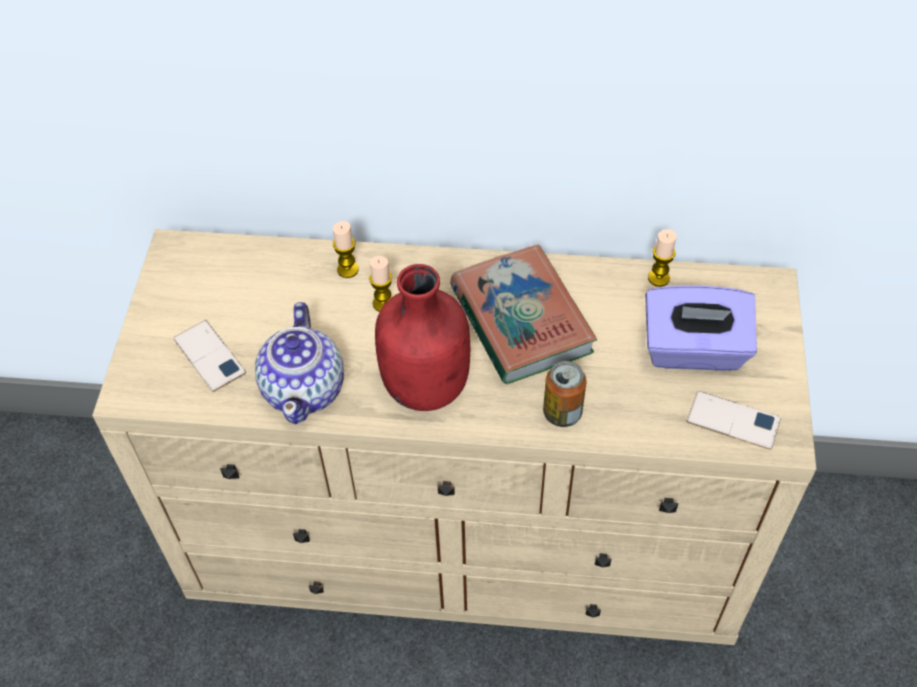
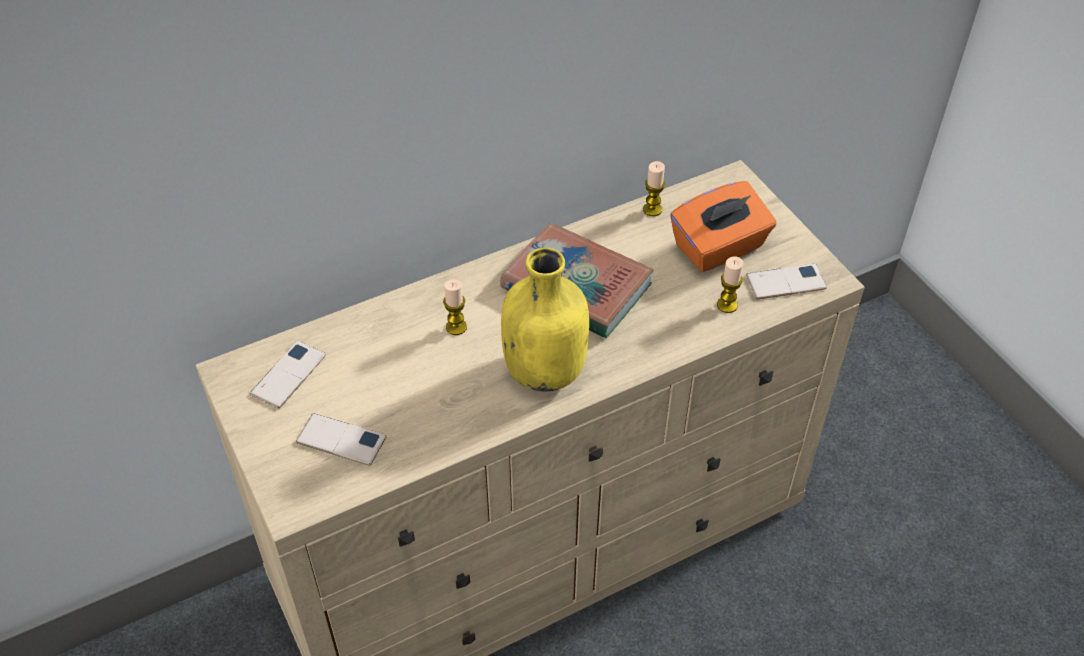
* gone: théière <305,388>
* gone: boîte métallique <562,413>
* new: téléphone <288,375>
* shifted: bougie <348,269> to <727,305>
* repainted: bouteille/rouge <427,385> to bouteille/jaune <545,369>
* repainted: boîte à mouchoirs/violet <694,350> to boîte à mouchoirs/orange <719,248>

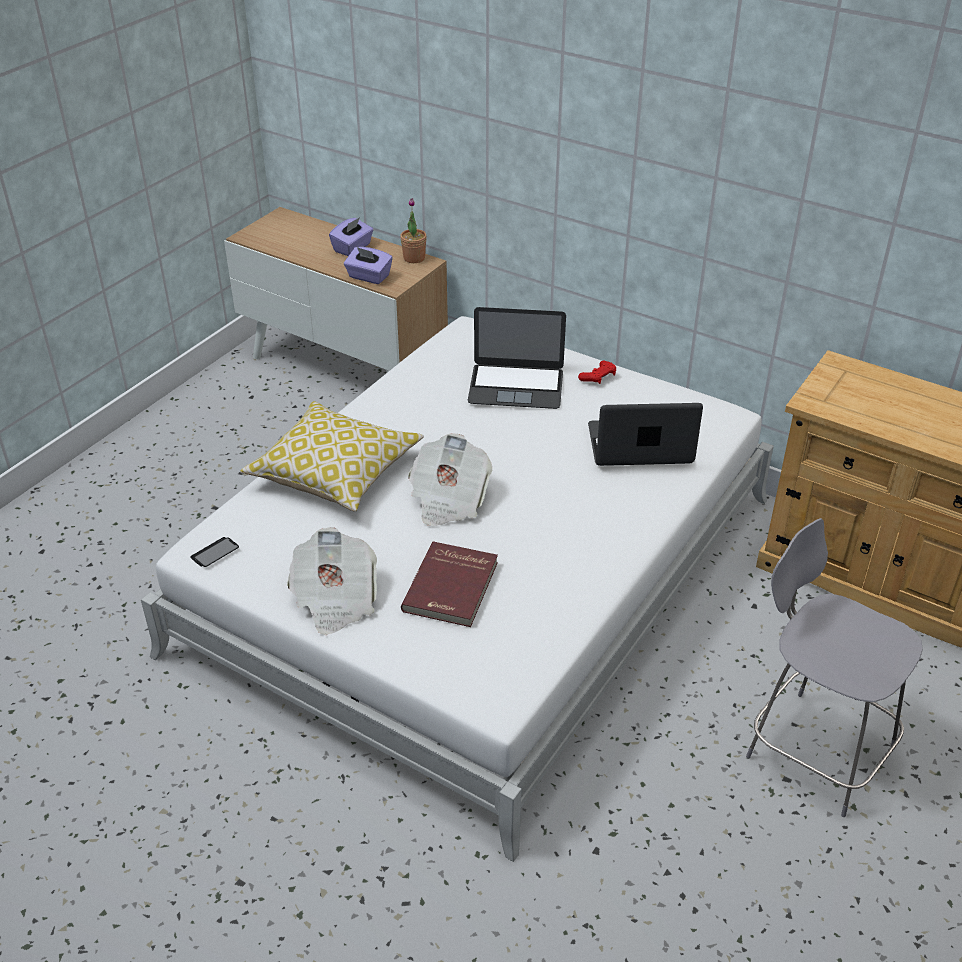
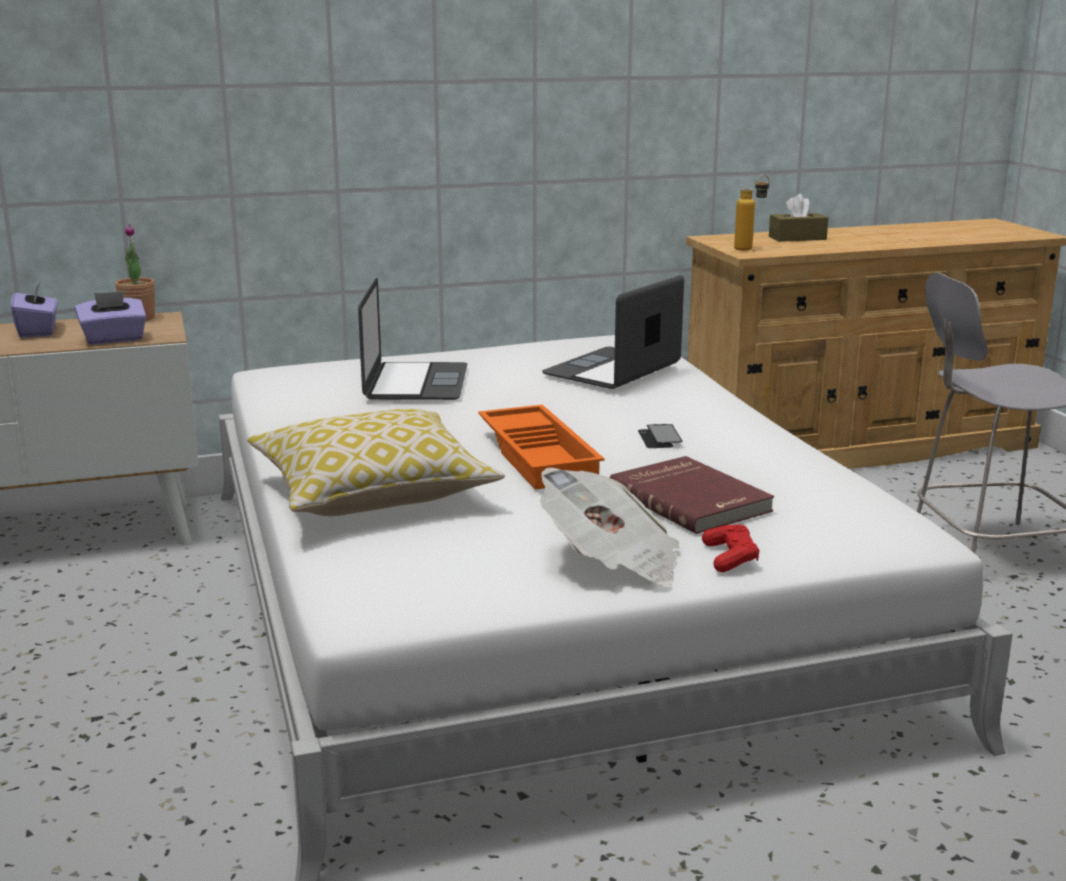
* new: bouteille <750,248>
* new: boîte à mouchoirs/marron <797,238>
* shifted: téléphone <215,553> to <659,438>
* shifted: manette/rouge <598,377> to <730,558>
* swapped: journal <448,499> to plateau/orange <541,456>
* rotated: ordinateur portable <516,386> = <416,382> 45 degrees counterclockwise

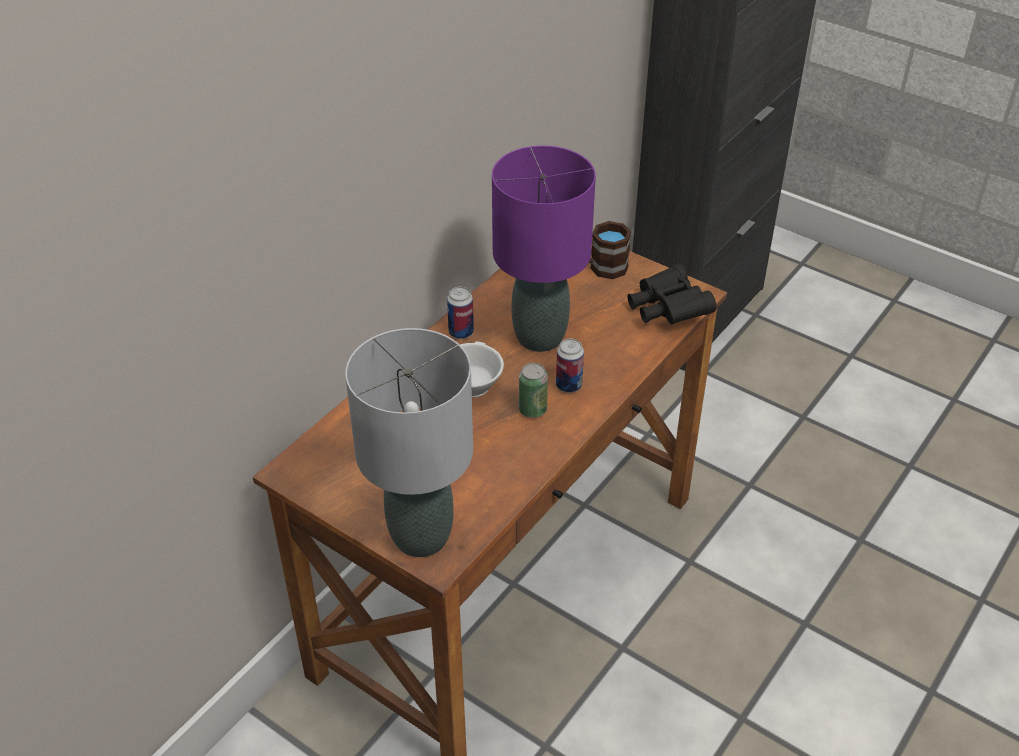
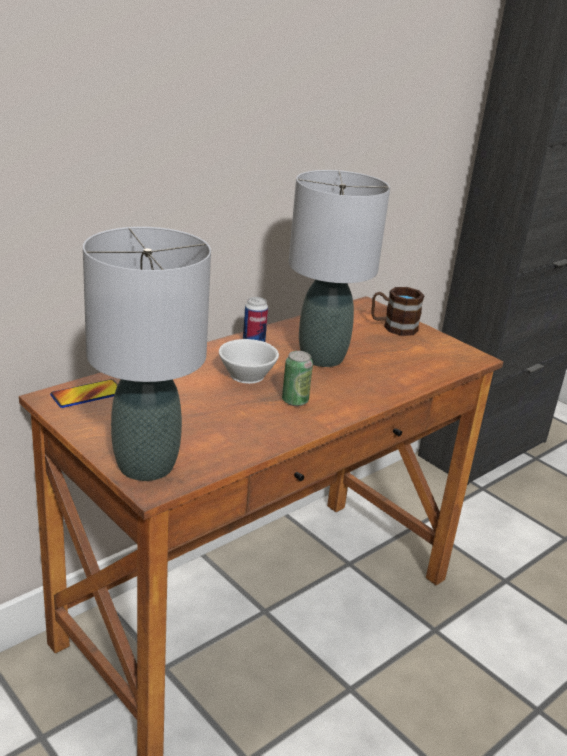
* gone: boîte métallique <568,385>
* gone: jumelles/noir <667,310>
* new: téléphone <87,395>
* repainted: lampe de table/violet <539,336> to lampe de table/gris <321,357>

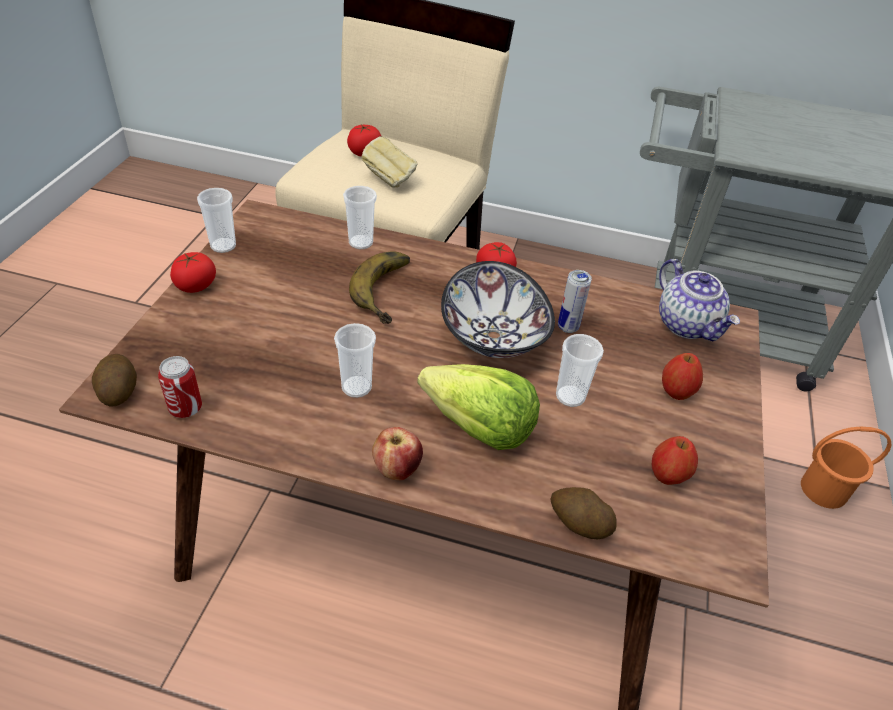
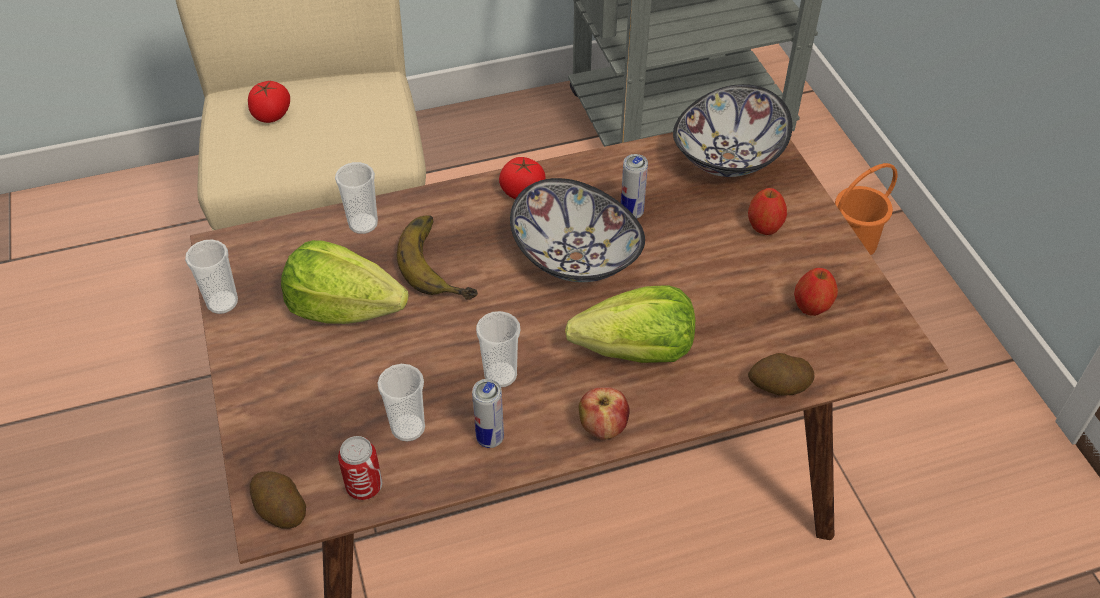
* gone: tomate <196,286>
* gone: pain <389,179>
* new: laitue <344,308>
* new: boîte métallique <490,438>
* shifted: tasse <570,396> to <408,428>
* swapped: théière <687,325> to bol <727,156>

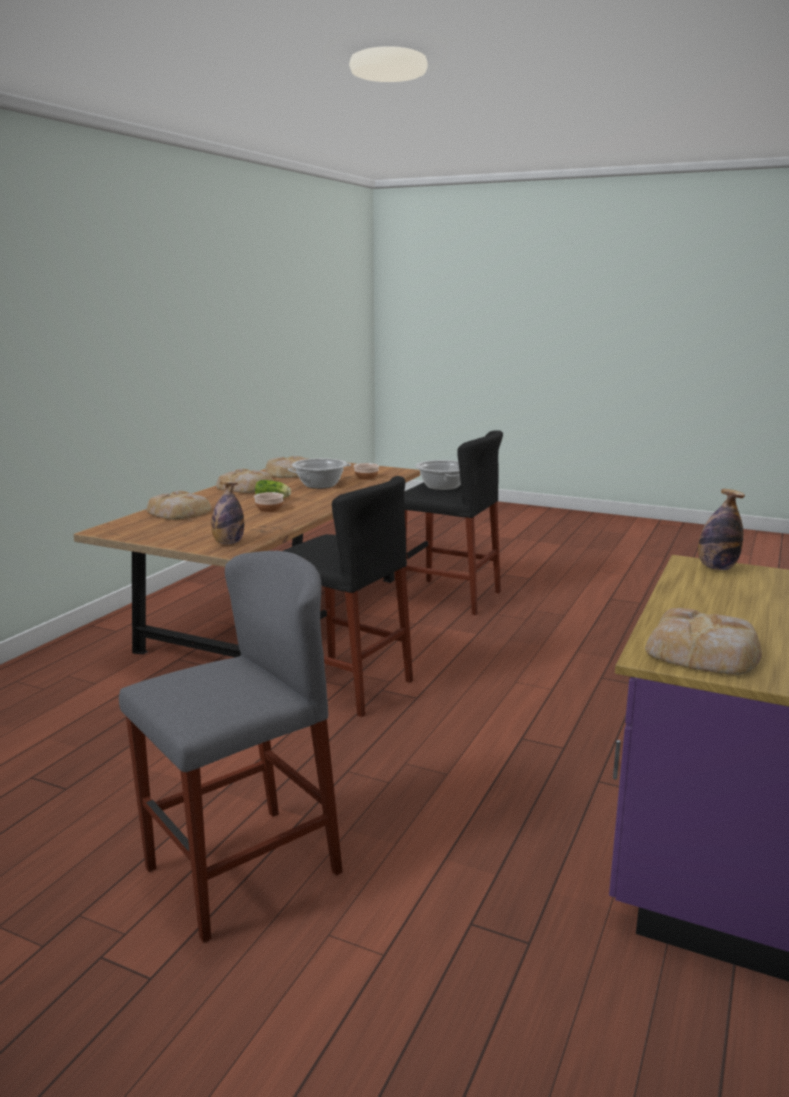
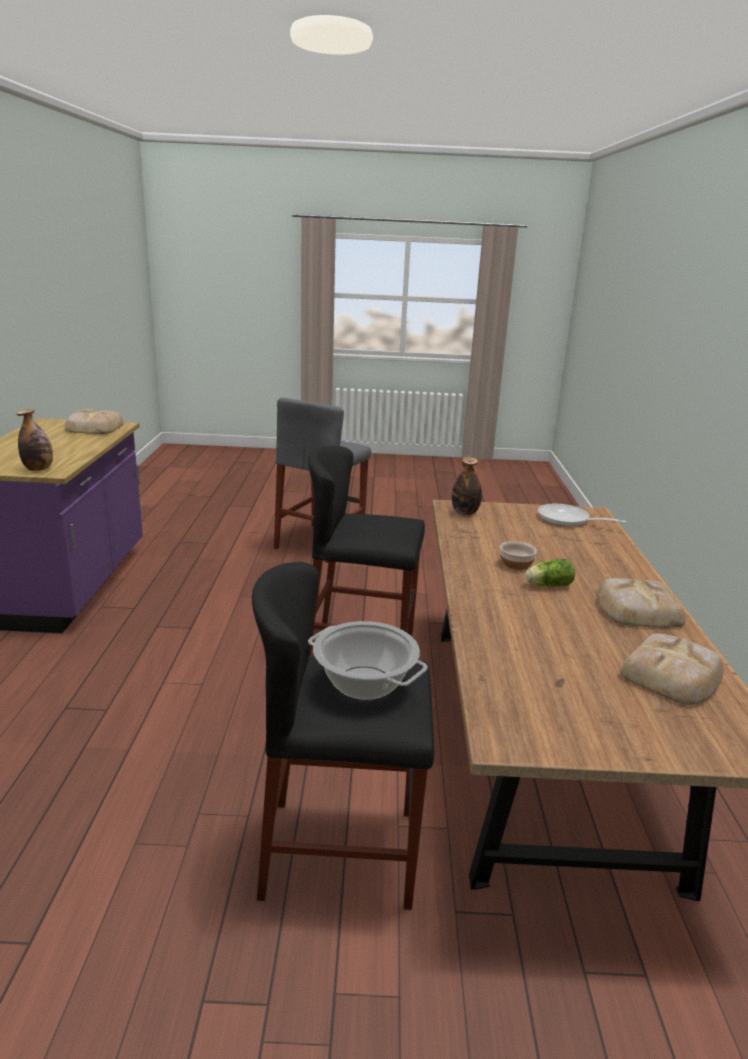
* gone: pain <179,512>
* gone: marmite <320,485>
* gone: bol <366,477>
* new: poêle <567,520>

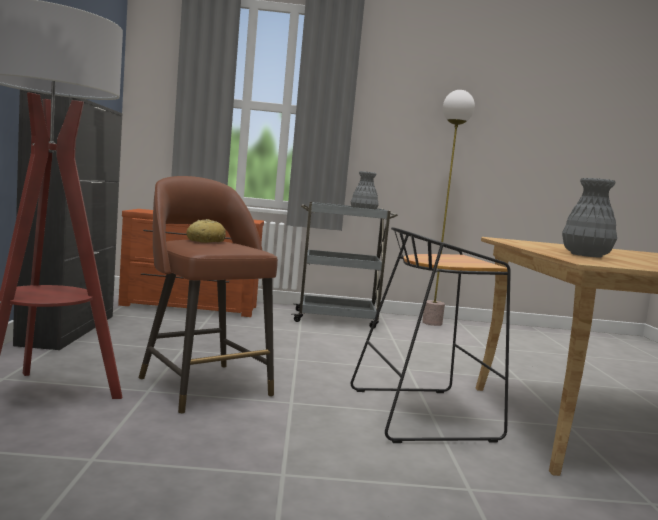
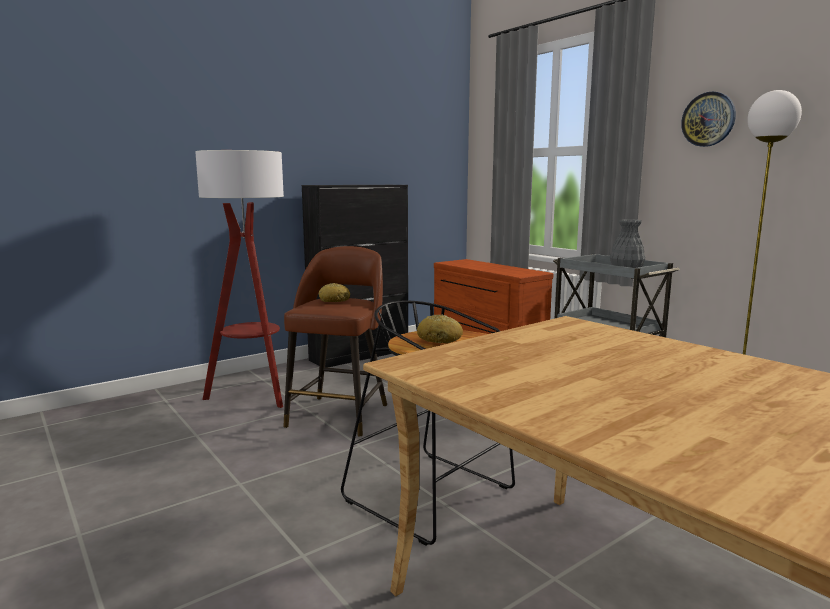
* gone: vase/gris <586,255>
* new: pain <440,339>
* new: horloge murale <708,119>

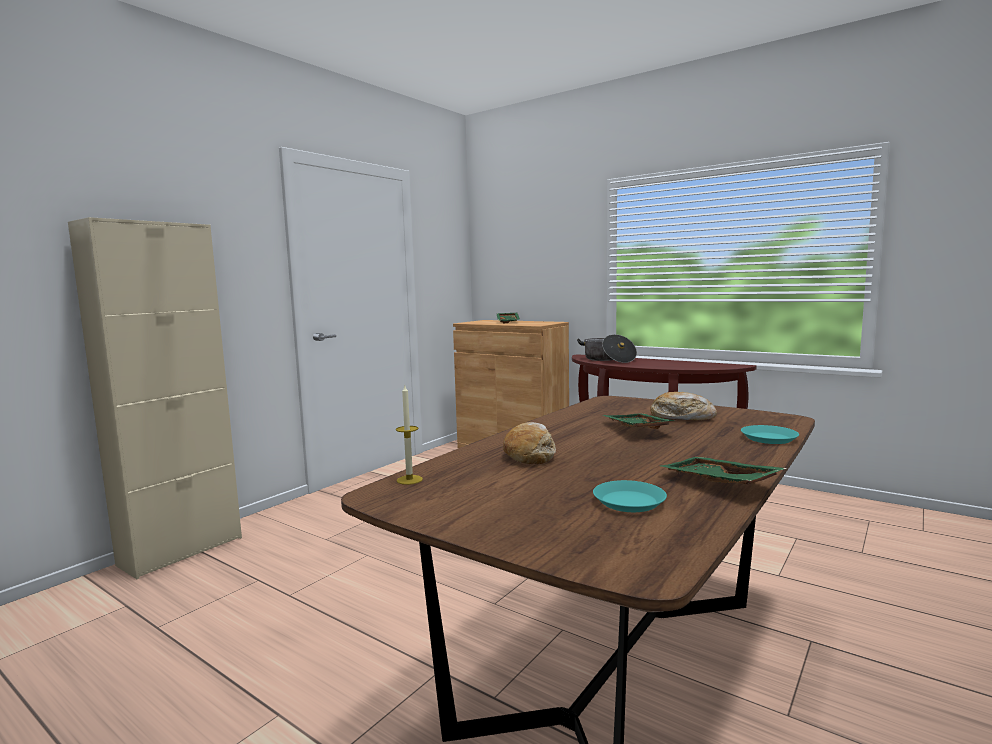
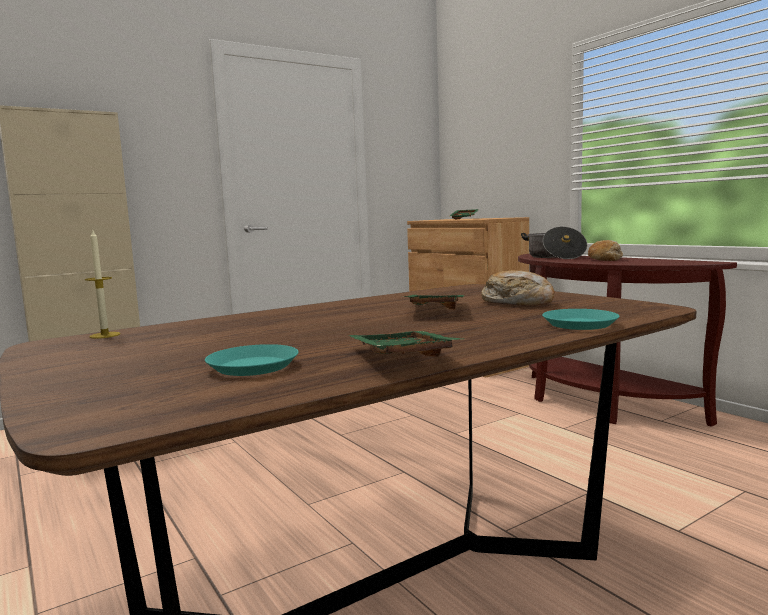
* shifted: pain <530,454> to <605,259>

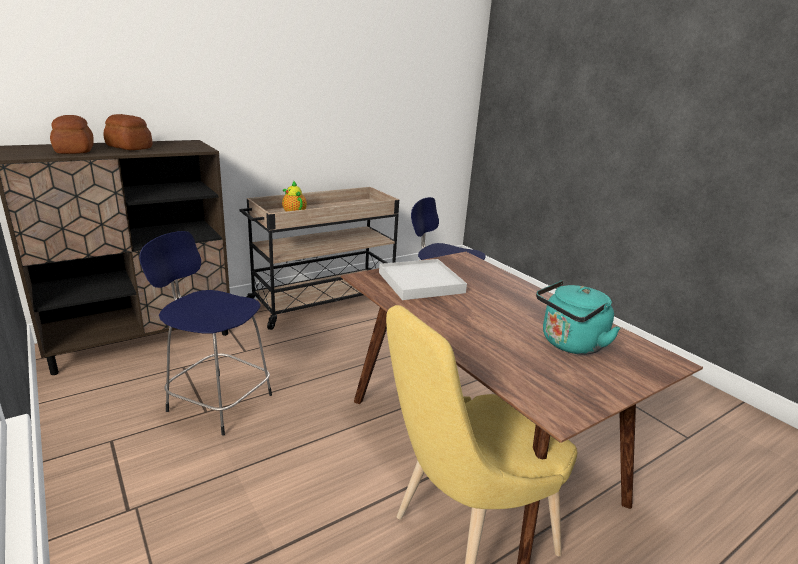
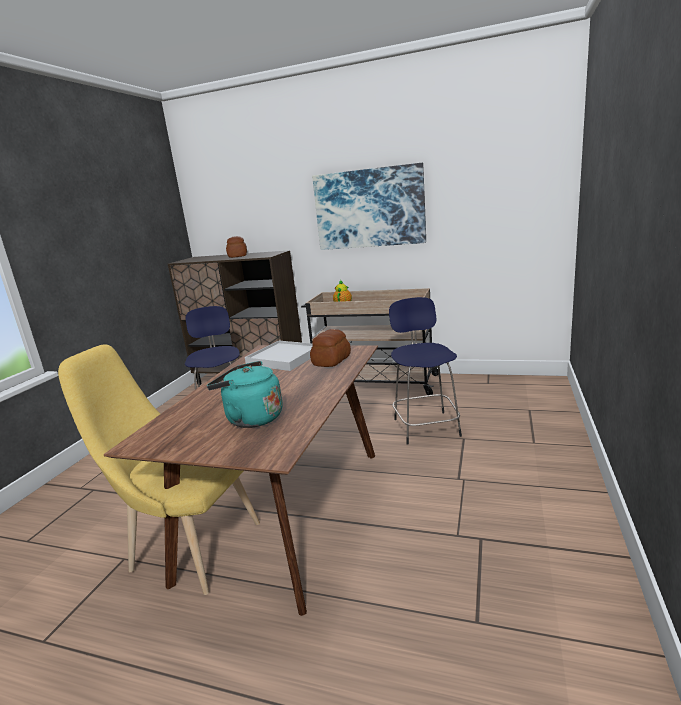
* new: tableau <369,208>
* shifted: pain <74,150> to <330,361>

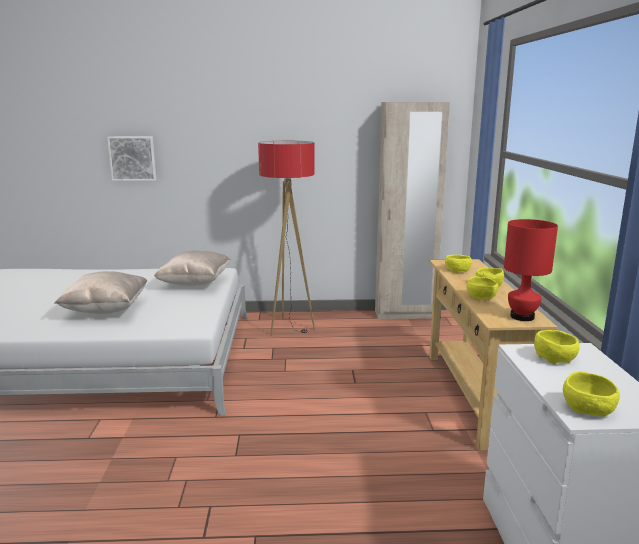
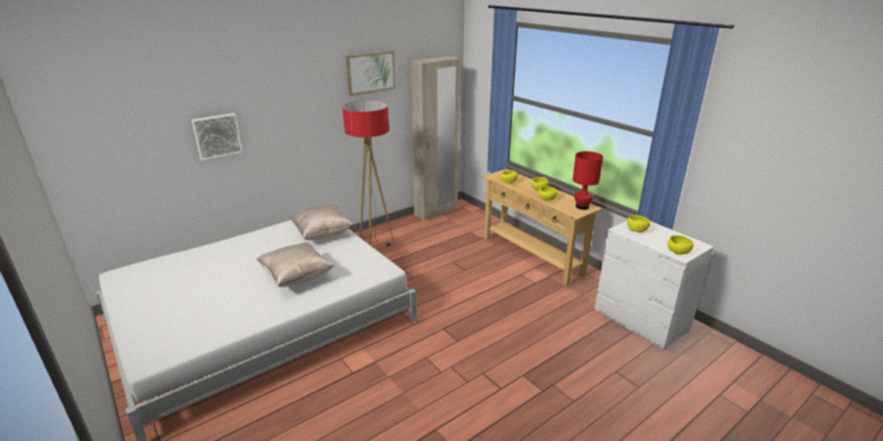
* new: tableau <370,72>

